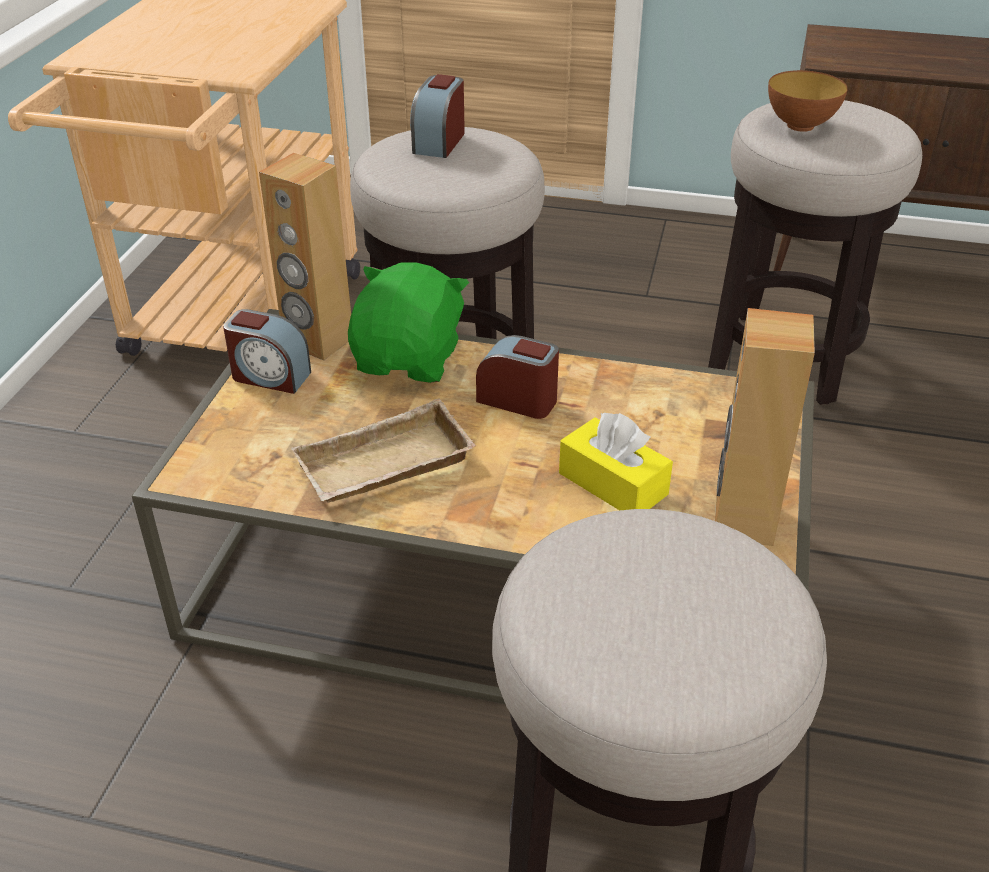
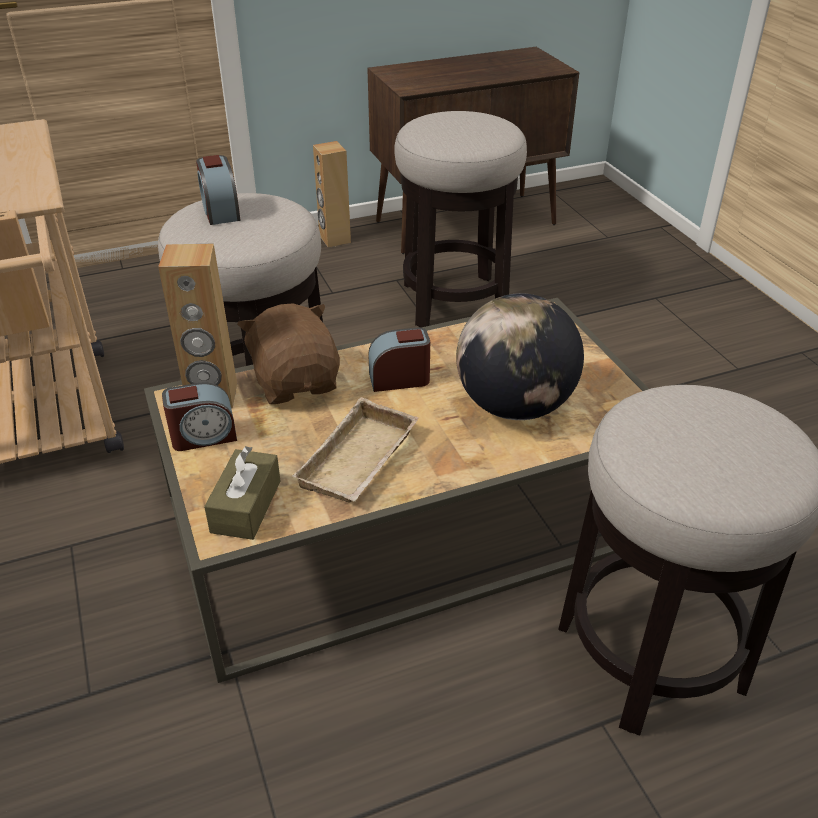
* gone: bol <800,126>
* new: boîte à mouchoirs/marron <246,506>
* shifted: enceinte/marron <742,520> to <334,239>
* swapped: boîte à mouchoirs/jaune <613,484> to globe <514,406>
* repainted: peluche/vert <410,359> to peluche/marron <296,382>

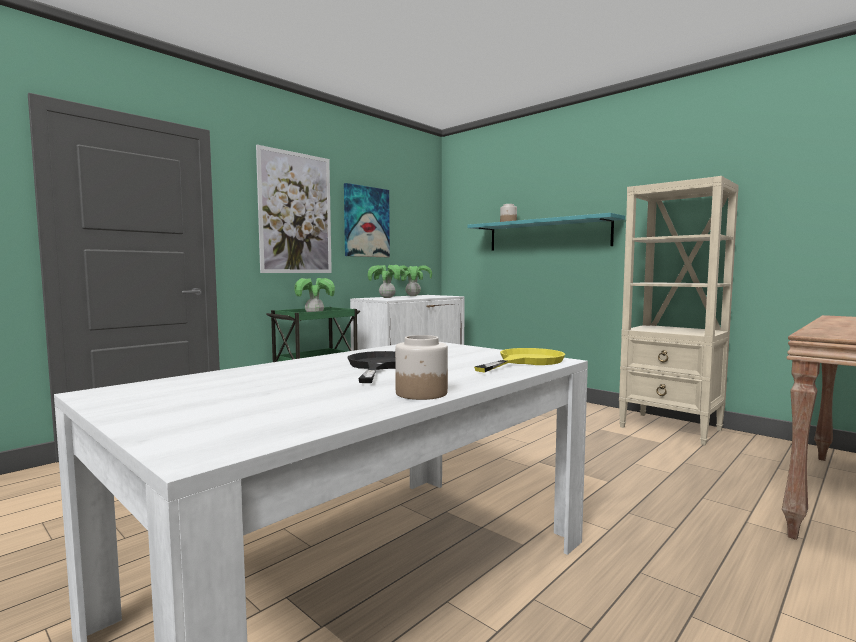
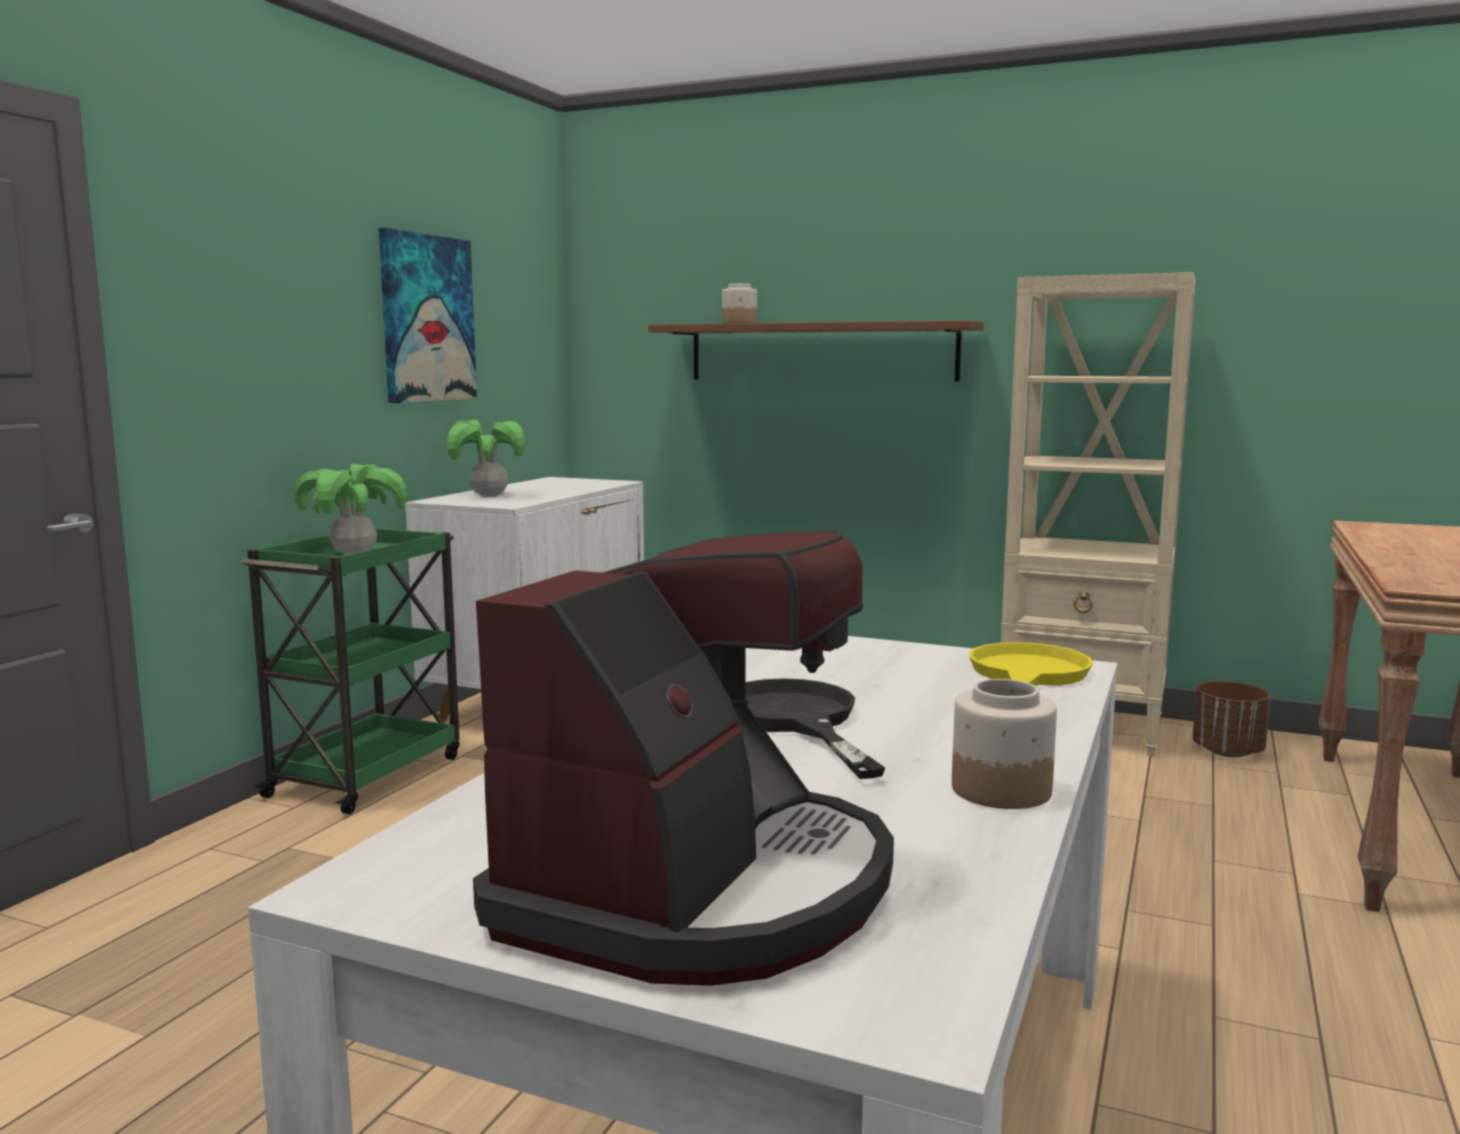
* gone: tableau <295,213>
* gone: plante en pot <413,296>
* new: machine à café <700,889>
* new: cache-pot/marron <1228,752>
* repainted: étagère/turquoise <547,235> to étagère/marron <821,352>

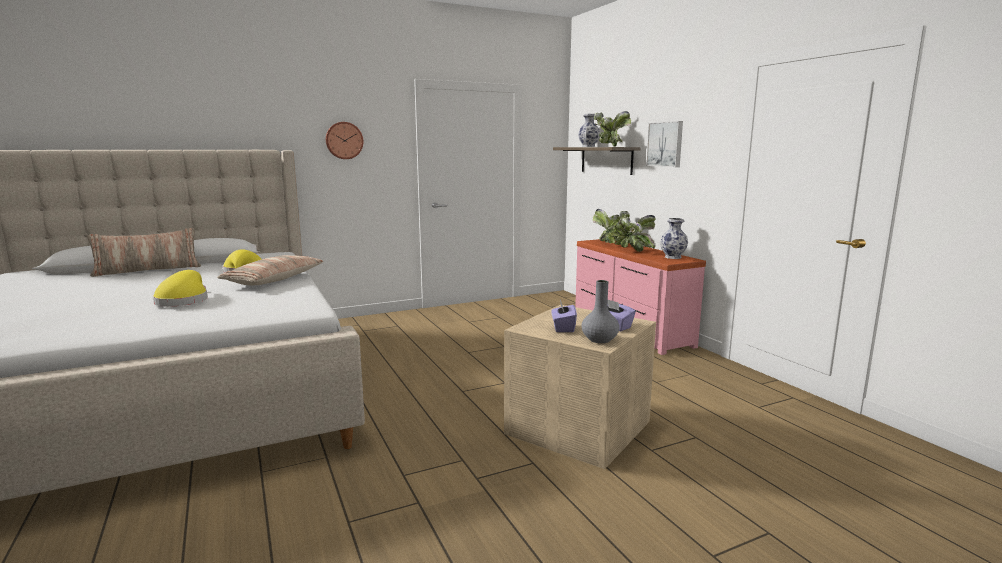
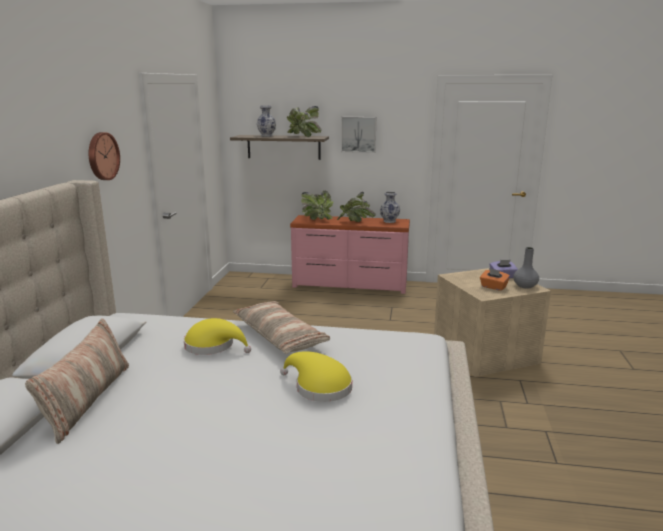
* repainted: boîte à mouchoirs/violet <563,328> to boîte à mouchoirs/orange <493,287>

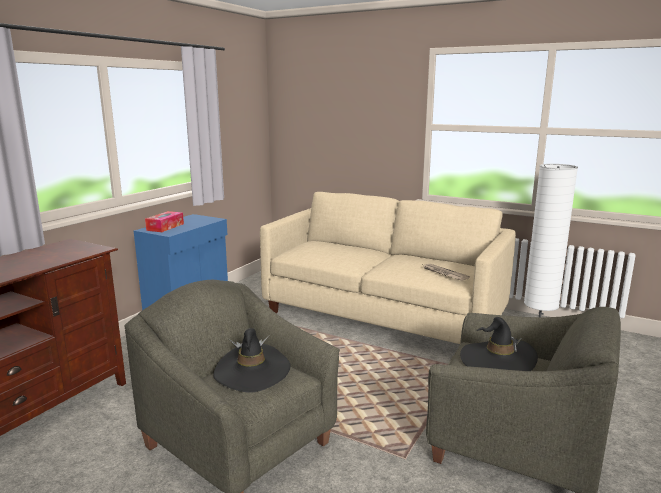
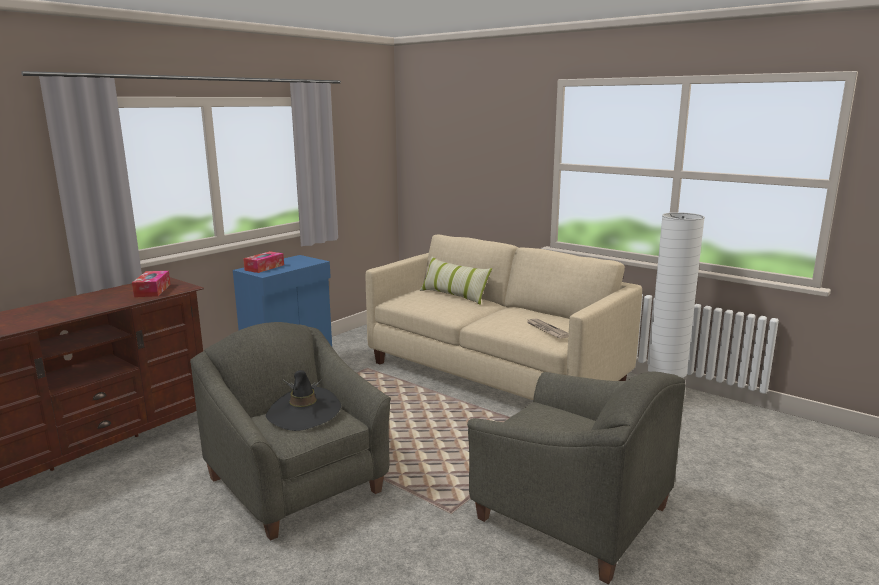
* gone: chapeau/noir <497,360>
* new: boîte à mouchoirs <152,290>
* new: coussin <454,295>

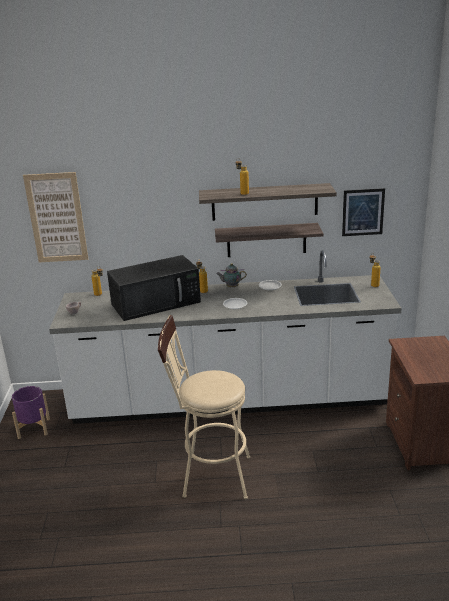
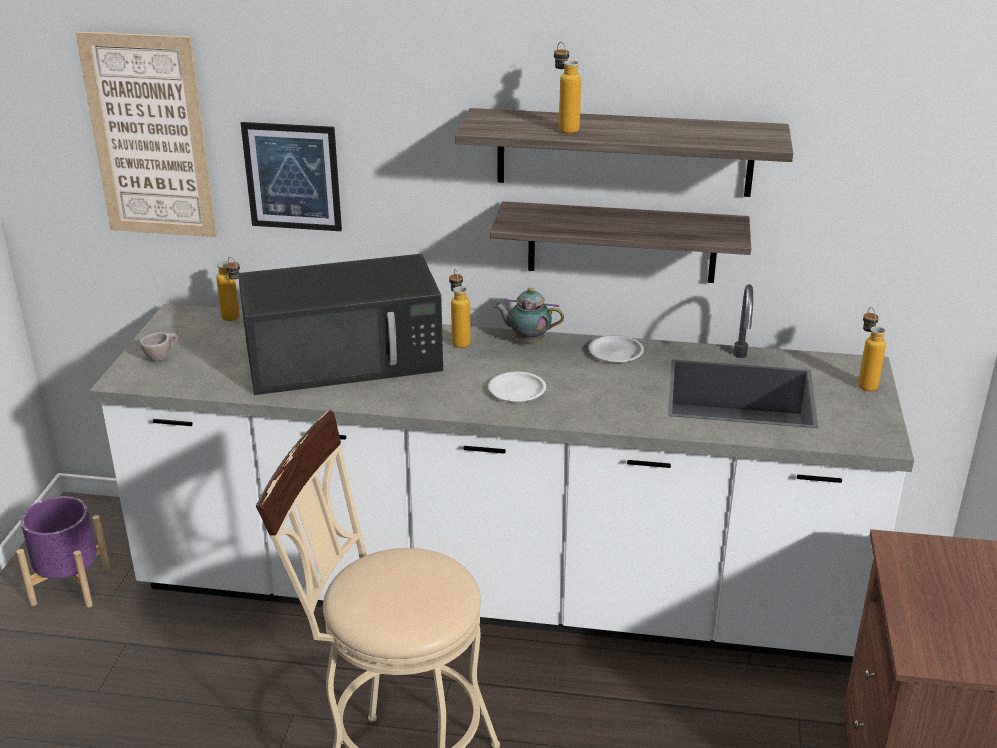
* shifted: tableau <363,212> to <292,177>

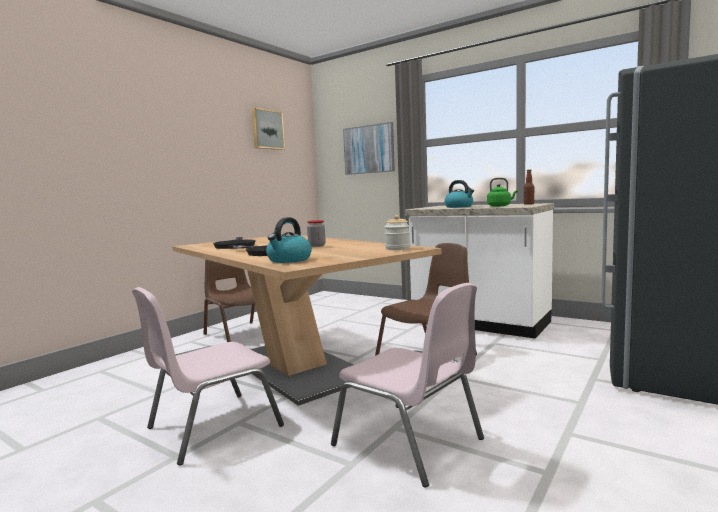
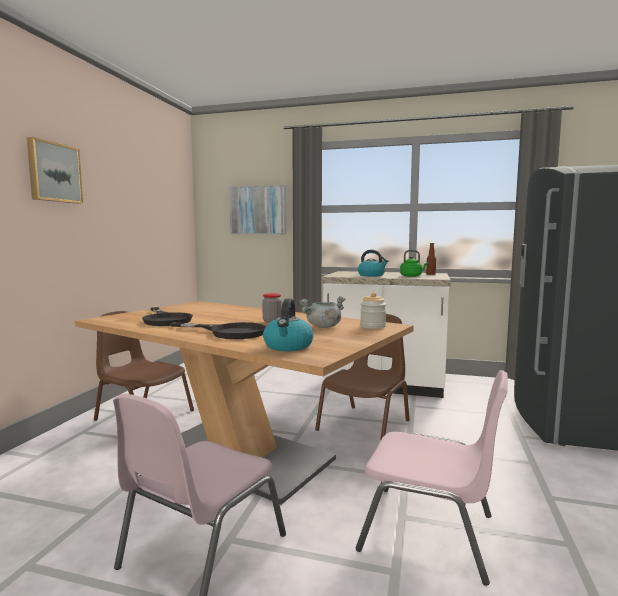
* new: marmite/gris <323,327>
* shifted: tableau <267,129> to <53,172>

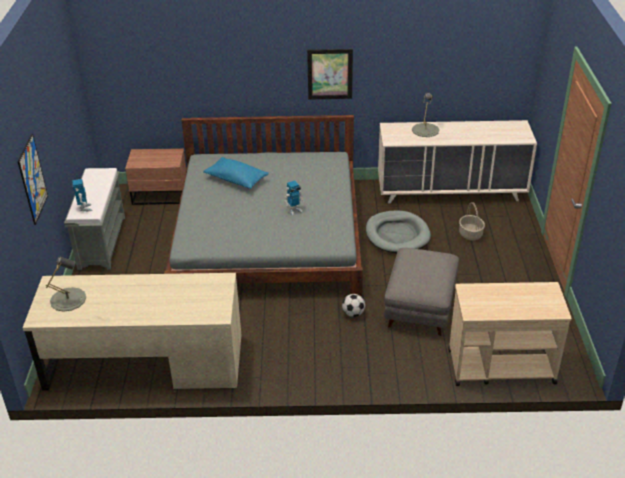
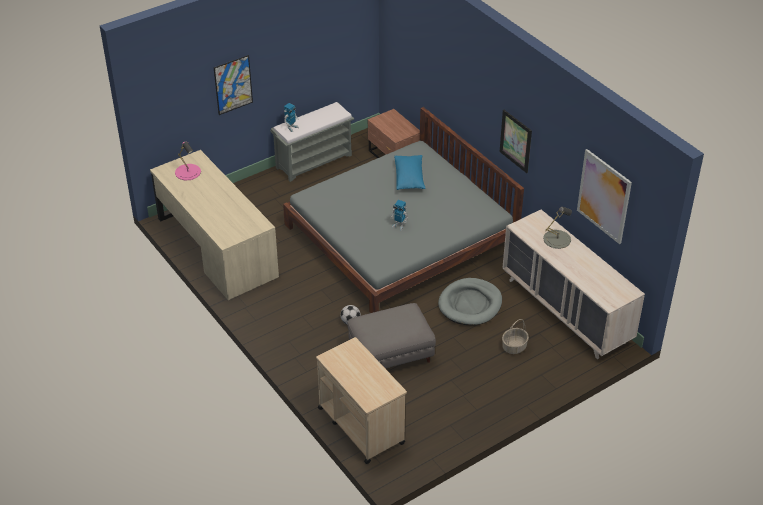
* new: tableau <604,196>
* repainted: lampe de table/gris <68,299> to lampe de table/rose <188,172>

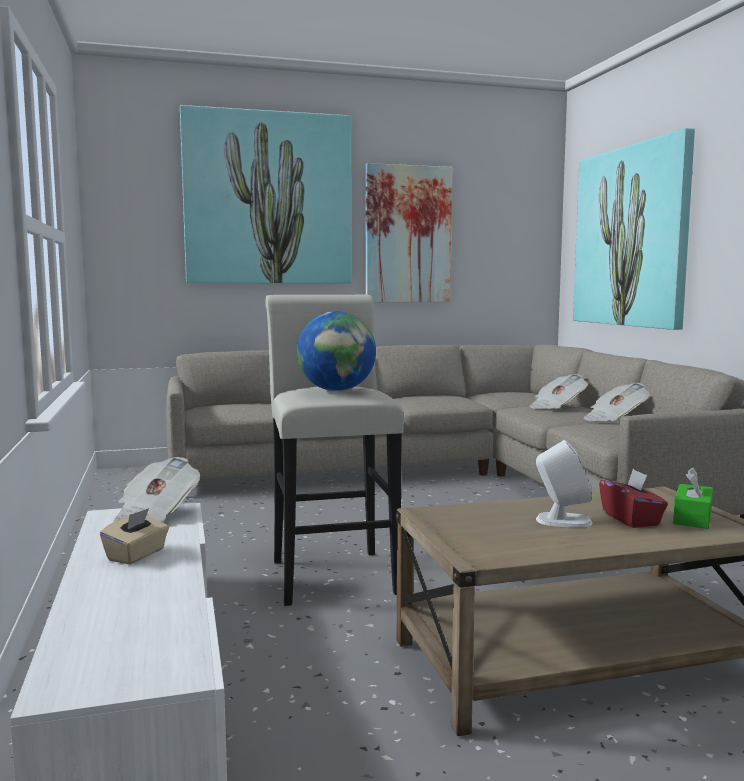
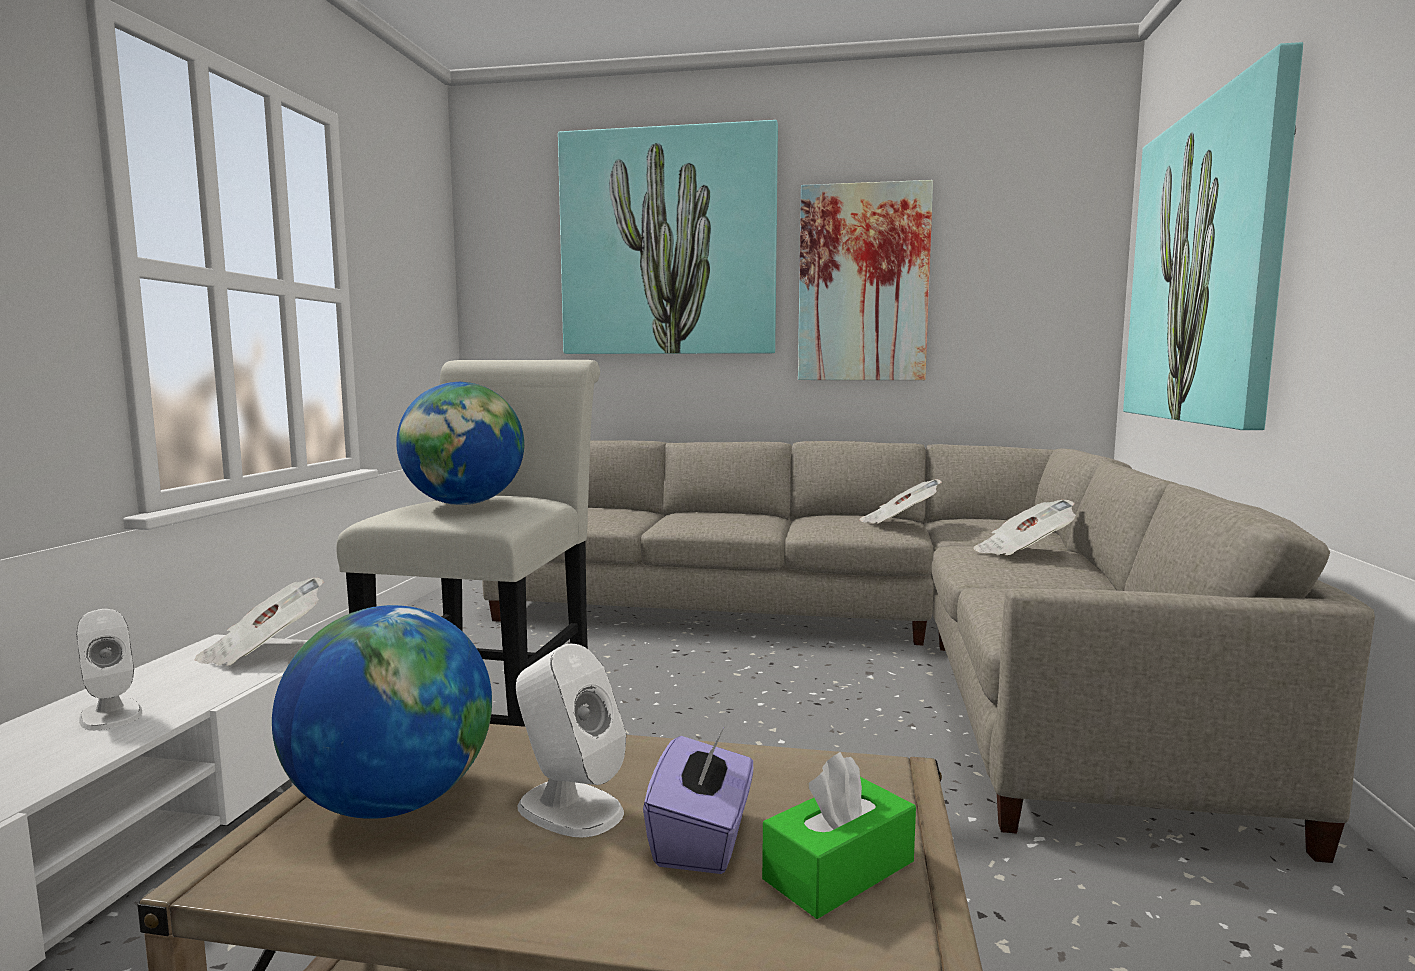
* new: globe <392,803>
* shifted: journal <614,419> to <898,522>
* swapped: boîte à mouchoirs/beige <137,555> to enceinte/blanc <111,714>
* repainted: boîte à mouchoirs/rouge <631,519> to boîte à mouchoirs/violet <703,839>

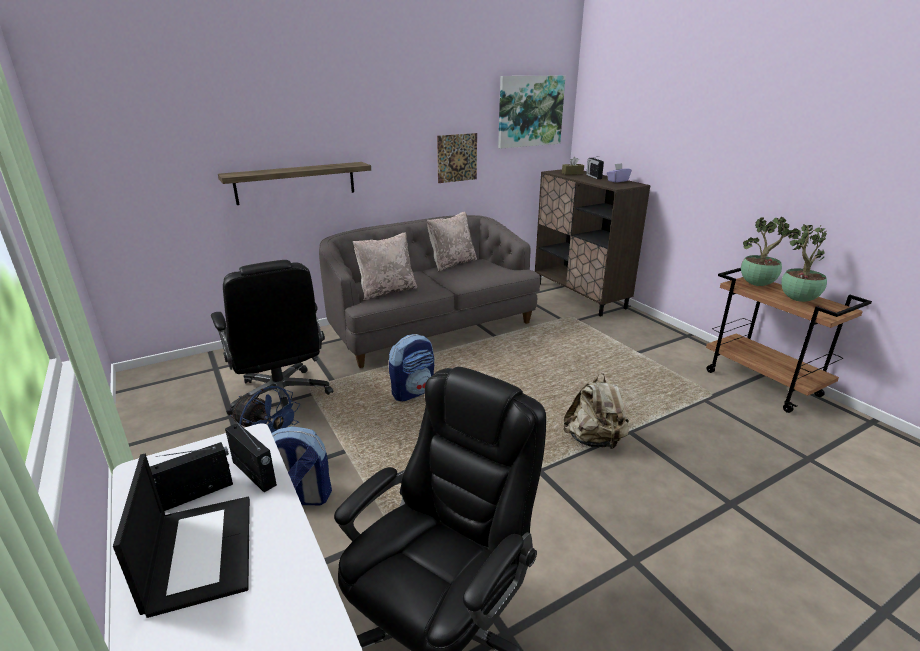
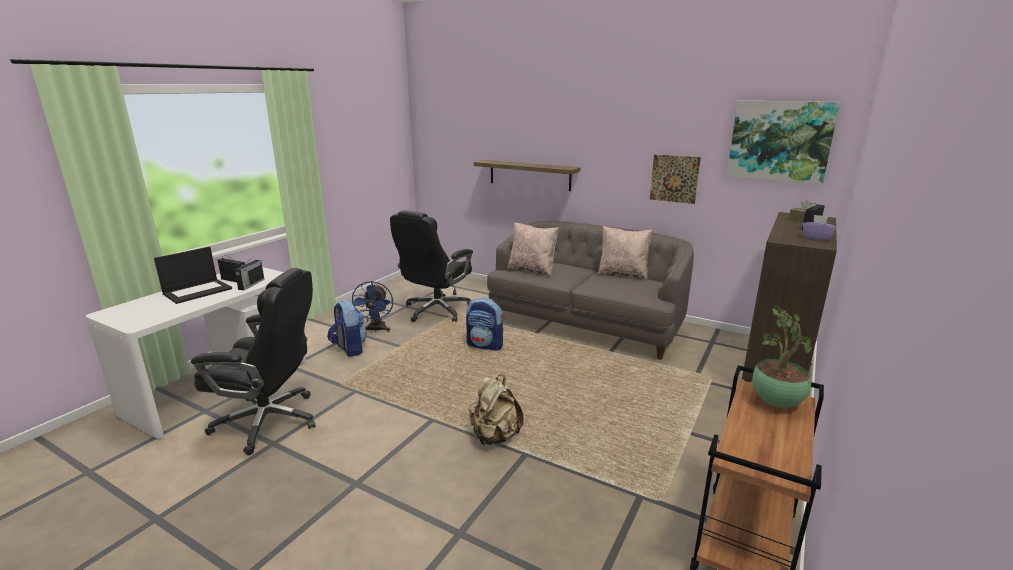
* gone: plante en pot <797,300>

